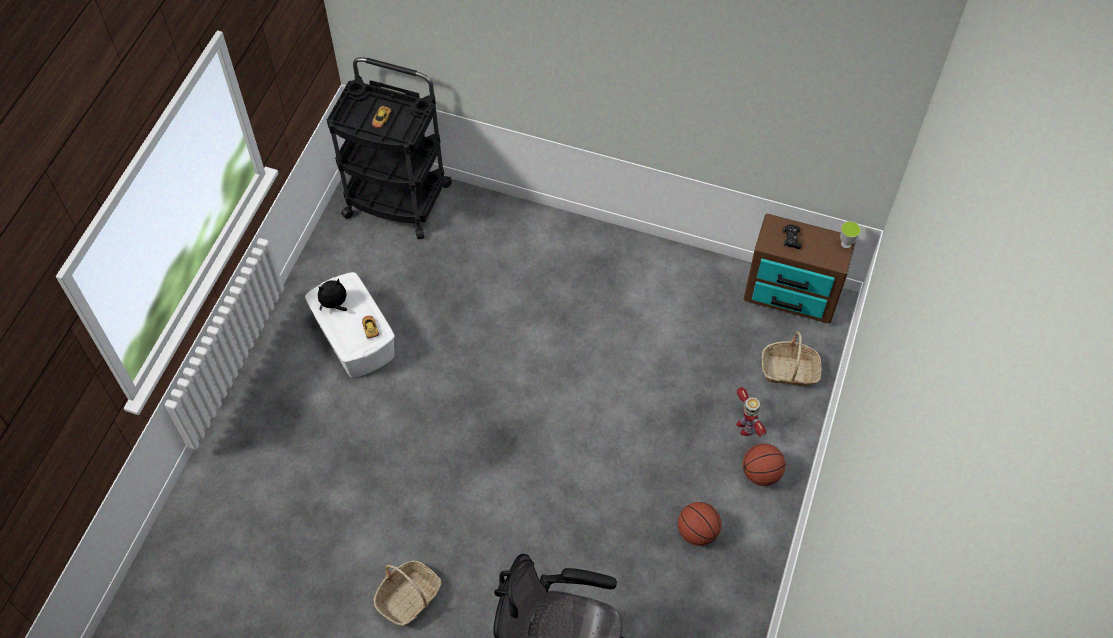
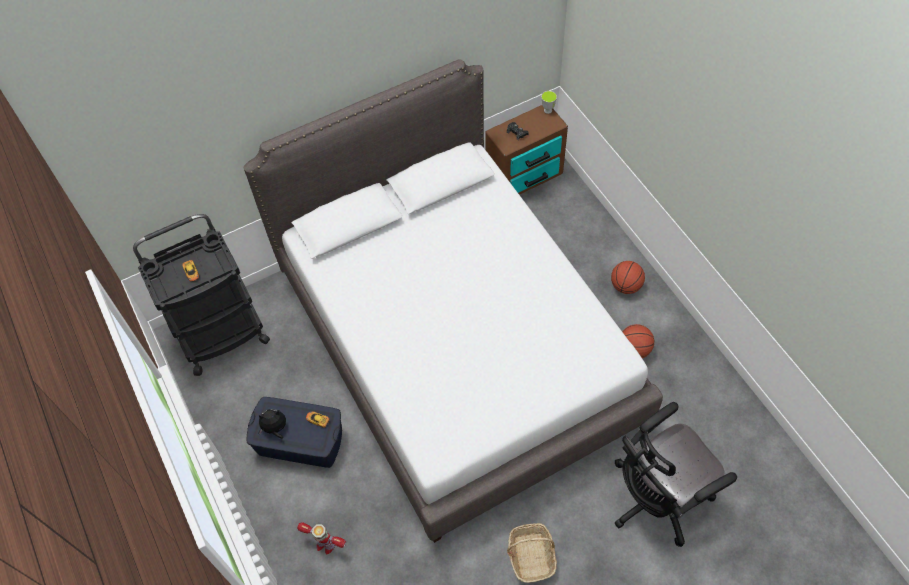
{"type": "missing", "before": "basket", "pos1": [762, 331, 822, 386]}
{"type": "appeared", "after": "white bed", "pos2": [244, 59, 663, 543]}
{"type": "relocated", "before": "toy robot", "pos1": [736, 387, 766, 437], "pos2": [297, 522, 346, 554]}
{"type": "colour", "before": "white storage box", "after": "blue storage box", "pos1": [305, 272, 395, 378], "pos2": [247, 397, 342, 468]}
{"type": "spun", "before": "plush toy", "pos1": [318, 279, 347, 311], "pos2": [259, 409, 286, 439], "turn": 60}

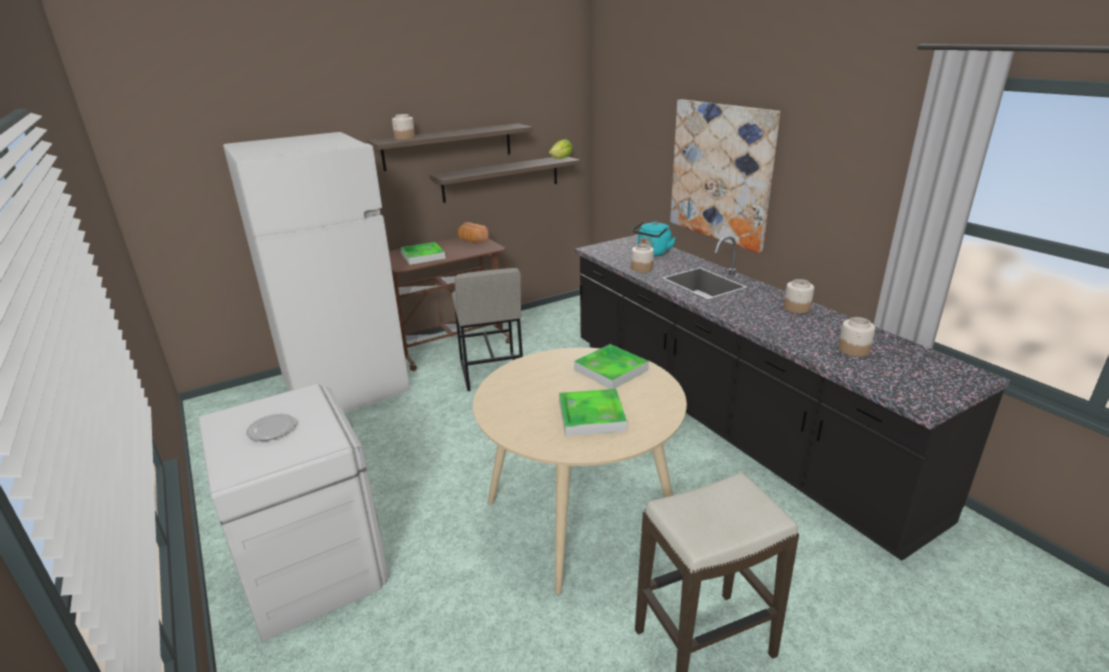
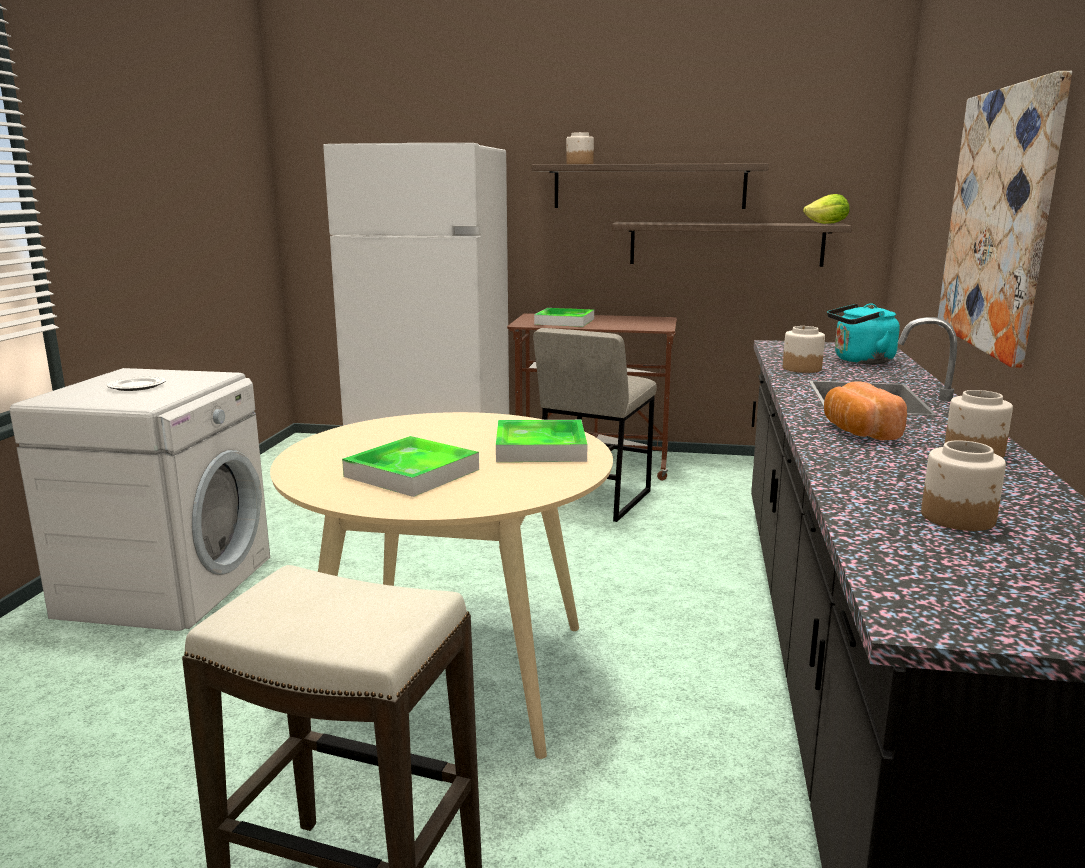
{"type": "relocated", "before": "bread", "pos1": [457, 222, 489, 242], "pos2": [824, 381, 907, 440]}

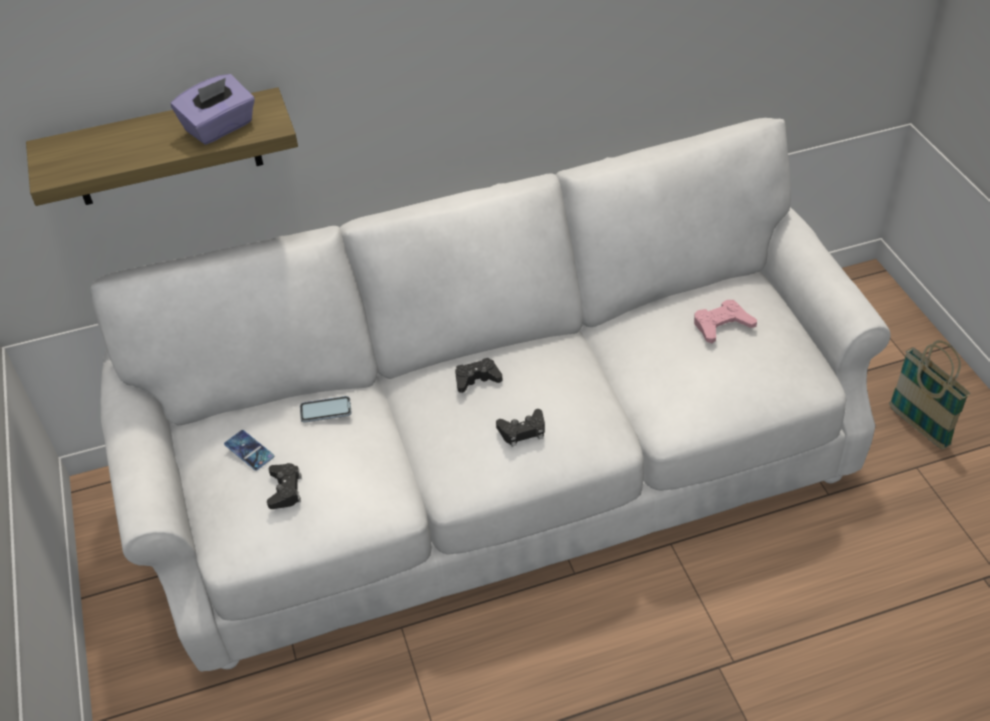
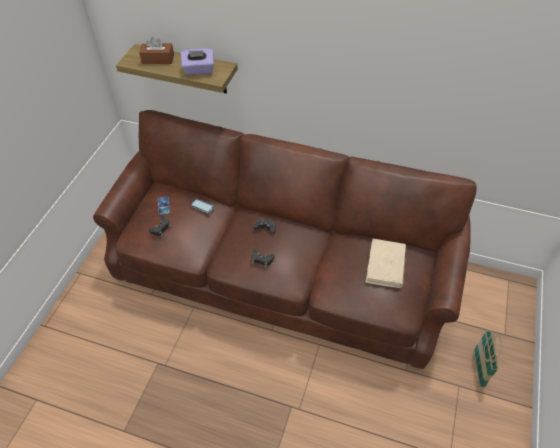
{"type": "appeared", "after": "brown tissue box", "pos2": [139, 37, 174, 64]}
{"type": "exchanged", "before": "pink game controller", "after": "beige book", "pos1": [694, 300, 757, 343], "pos2": [365, 239, 406, 288]}
{"type": "colour", "before": "white sofa", "after": "brown sofa", "pos1": [90, 118, 891, 672], "pos2": [93, 110, 477, 369]}

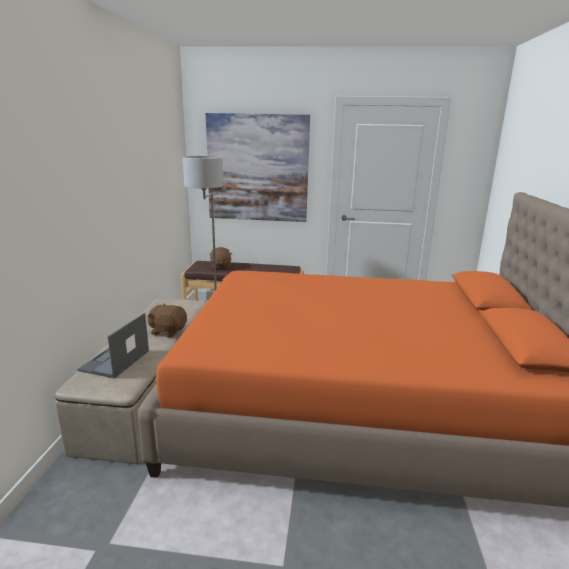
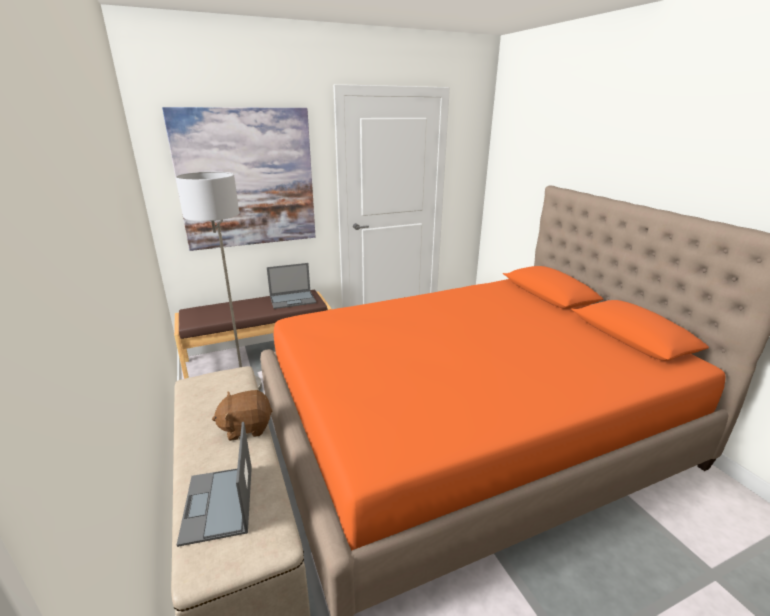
{"type": "missing", "before": "brown plush toy", "pos1": [209, 247, 232, 270]}
{"type": "appeared", "after": "laptop", "pos2": [267, 263, 316, 309]}

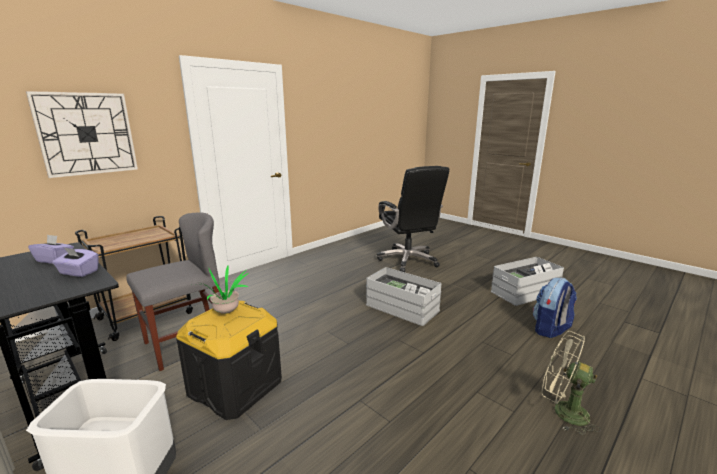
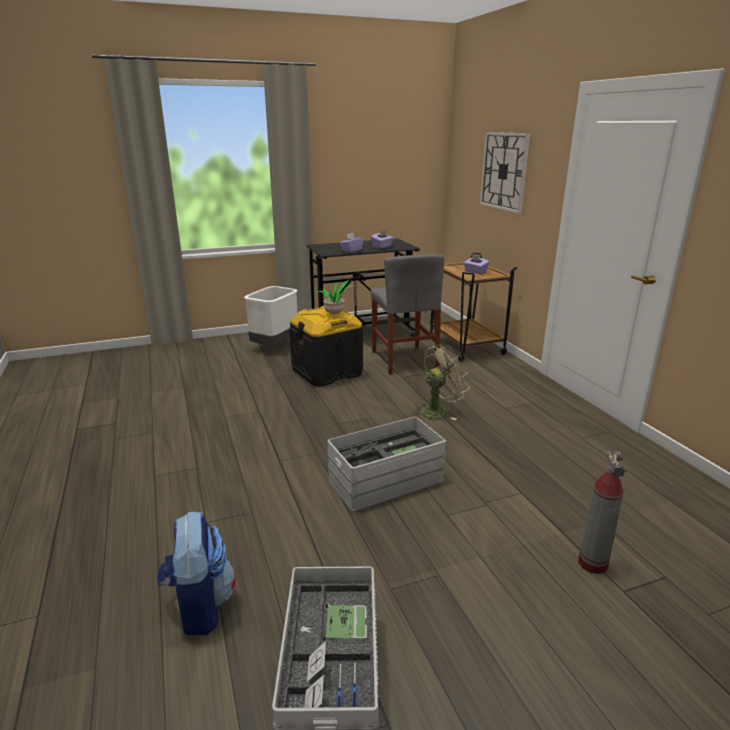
{"type": "appeared", "after": "purple tissue box", "pos2": [463, 255, 489, 274]}
{"type": "relocated", "before": "beige fan", "pos1": [541, 331, 601, 435], "pos2": [412, 345, 470, 420]}
{"type": "exchanged", "before": "black office chair", "after": "fire extinguisher", "pos1": [377, 166, 449, 272], "pos2": [578, 451, 626, 574]}

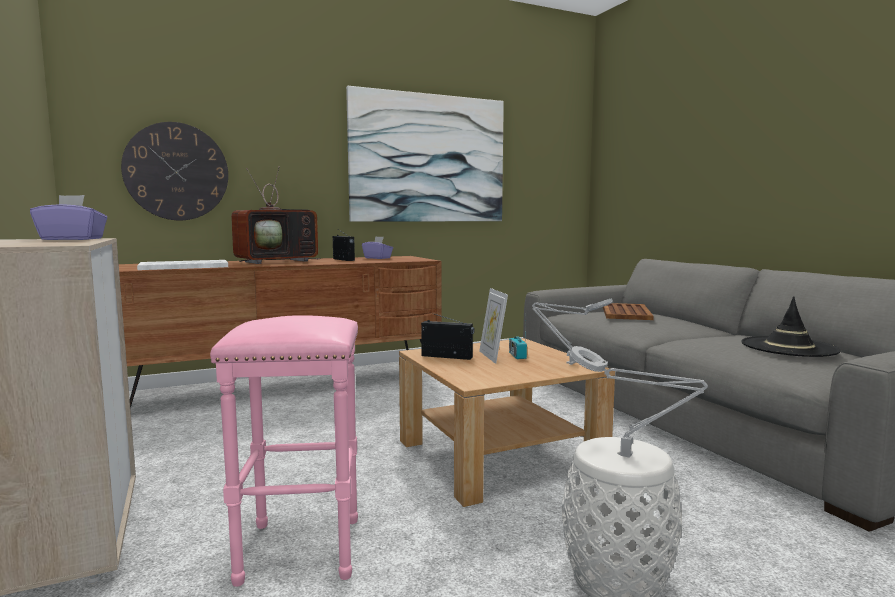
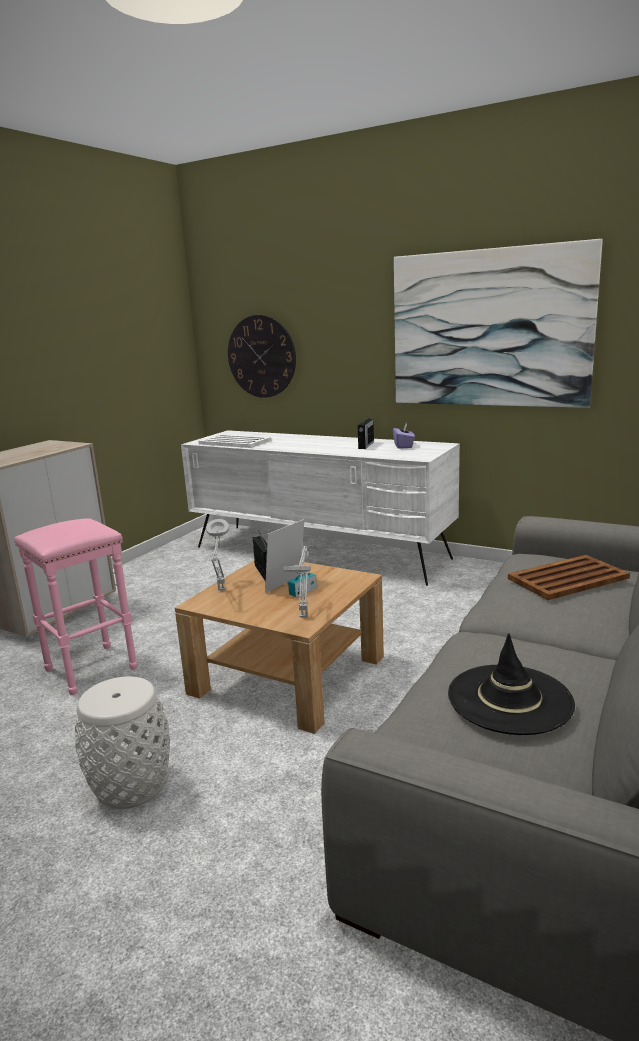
{"type": "missing", "before": "purple tissue box", "pos1": [30, 195, 107, 240]}
{"type": "missing", "before": "television", "pos1": [231, 166, 320, 264]}
{"type": "relocated", "before": "grey table lamp", "pos1": [570, 346, 708, 458], "pos2": [206, 519, 229, 591]}
{"type": "colour", "before": "brown tv stand", "after": "white tv stand", "pos1": [119, 256, 441, 408], "pos2": [181, 430, 460, 586]}

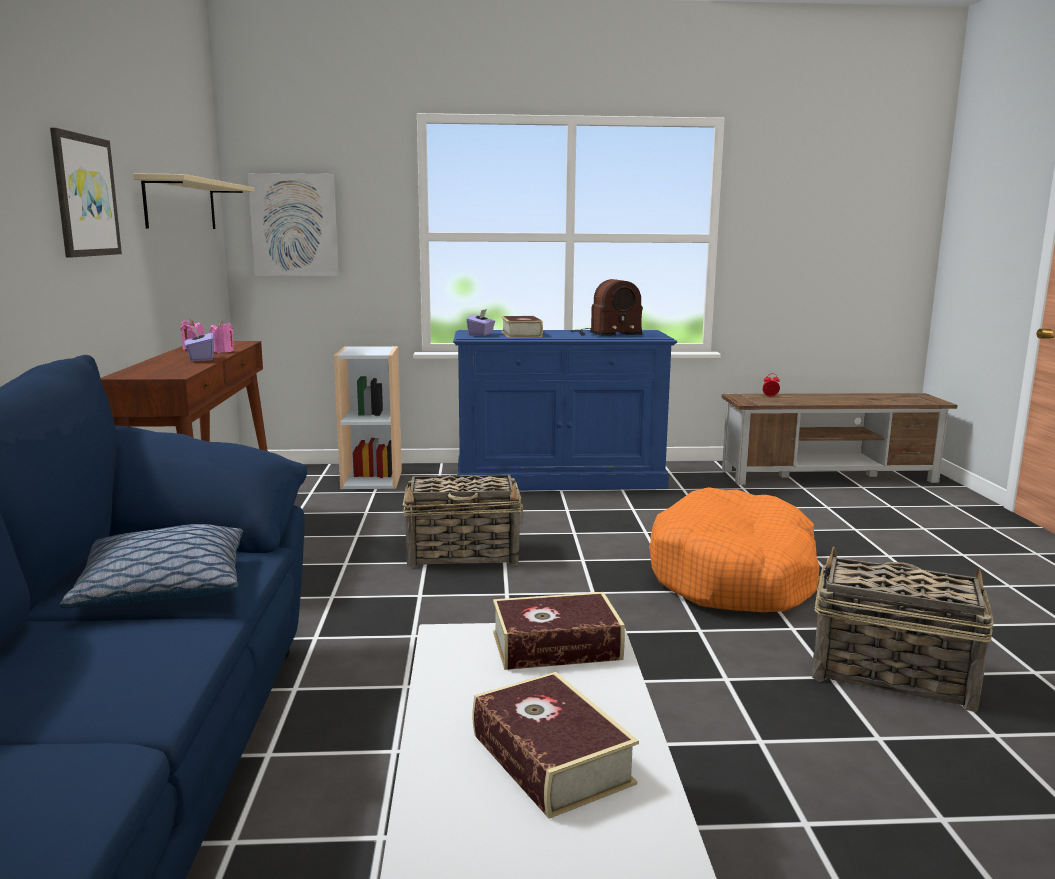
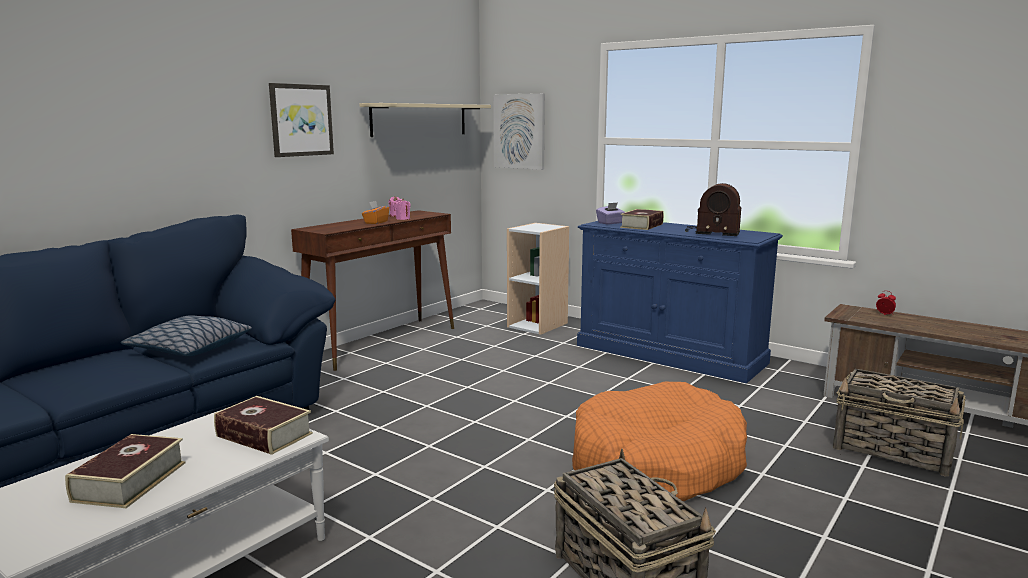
{"type": "relocated", "before": "basket", "pos1": [403, 474, 523, 568], "pos2": [833, 369, 966, 477]}
{"type": "colour", "before": "purple tissue box", "after": "orange tissue box", "pos1": [185, 326, 214, 361], "pos2": [362, 201, 389, 224]}

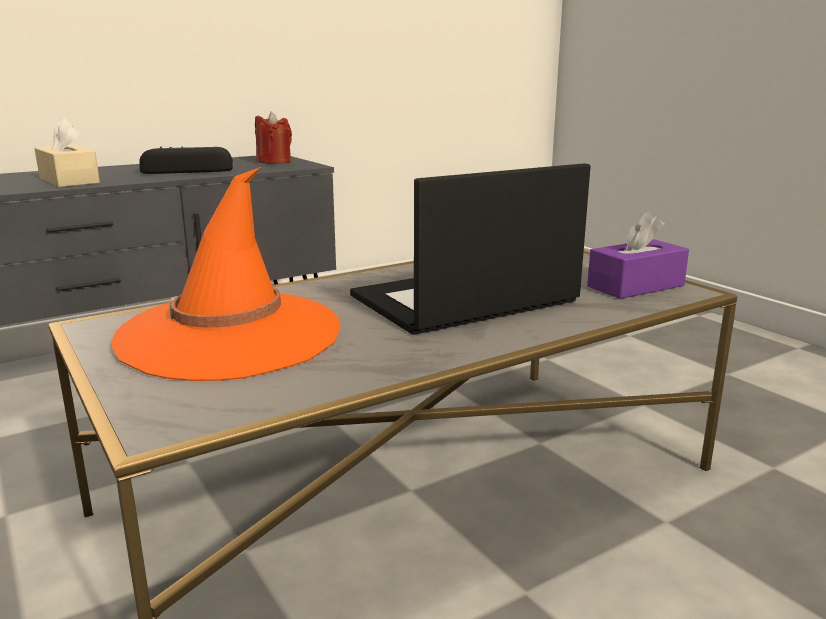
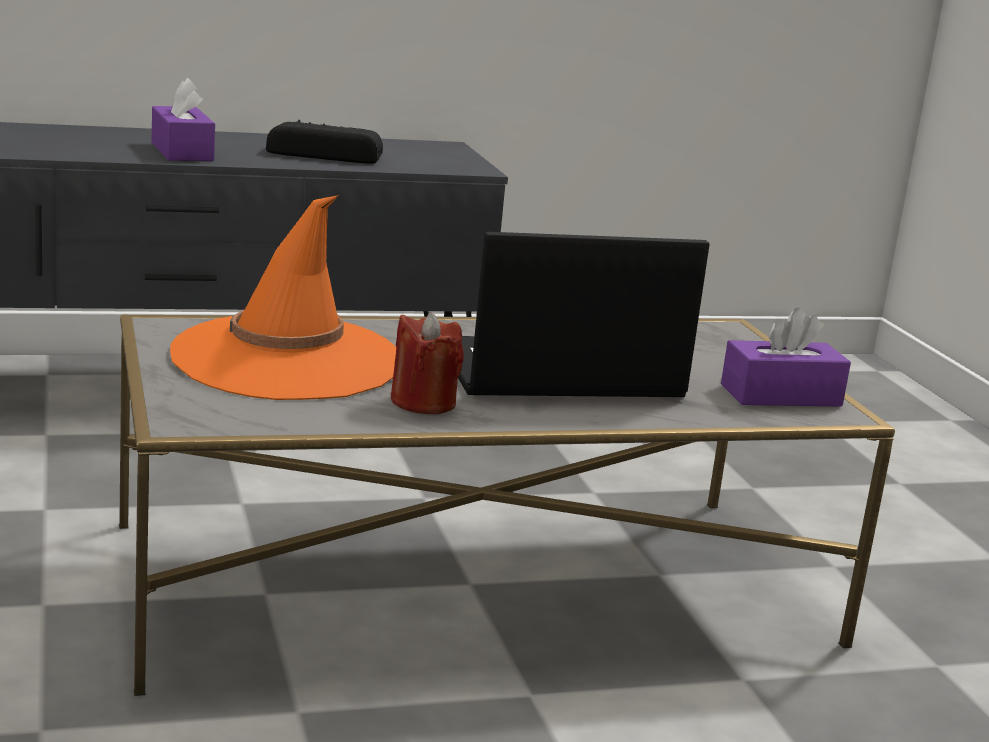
{"type": "relocated", "before": "red candle", "pos1": [255, 111, 292, 164], "pos2": [391, 312, 464, 414]}
{"type": "colour", "before": "beige tissue box", "after": "purple tissue box", "pos1": [34, 117, 100, 187], "pos2": [152, 78, 215, 161]}

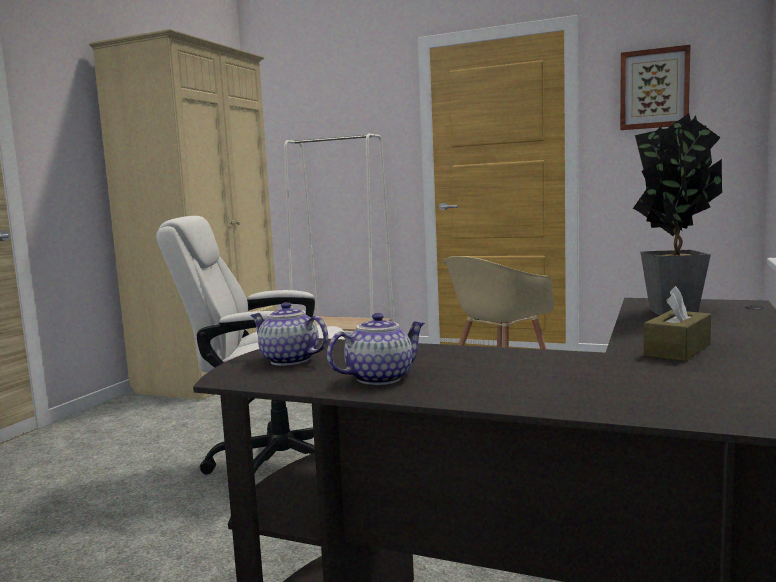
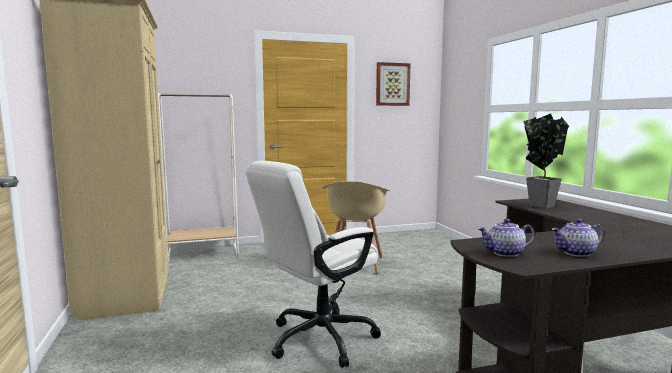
{"type": "missing", "before": "brown tissue box", "pos1": [643, 286, 711, 361]}
{"type": "spun", "before": "teapot", "pos1": [327, 313, 425, 385], "pos2": [551, 219, 604, 257], "turn": -120}

